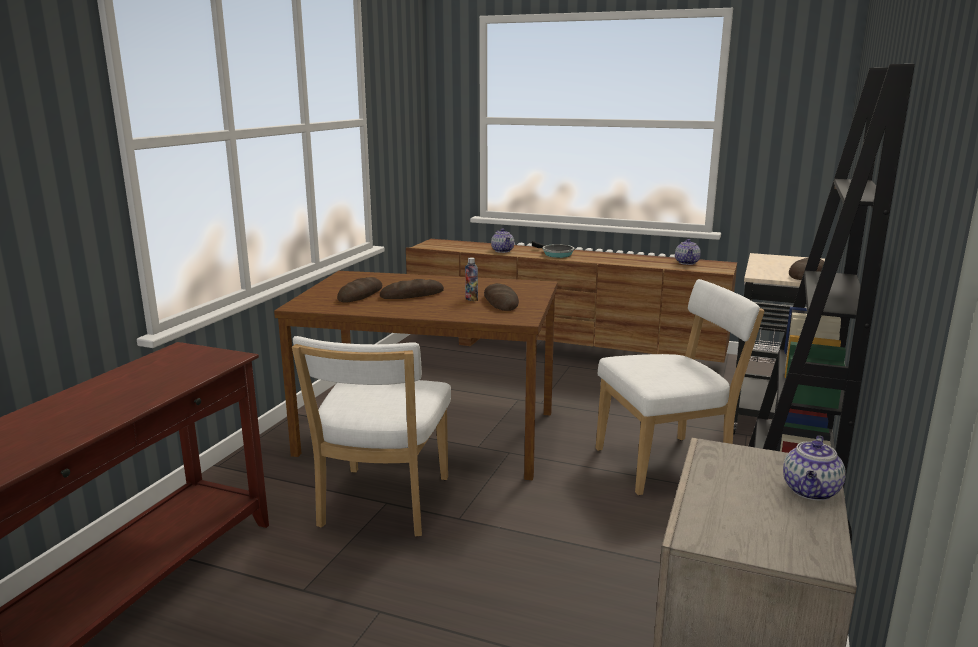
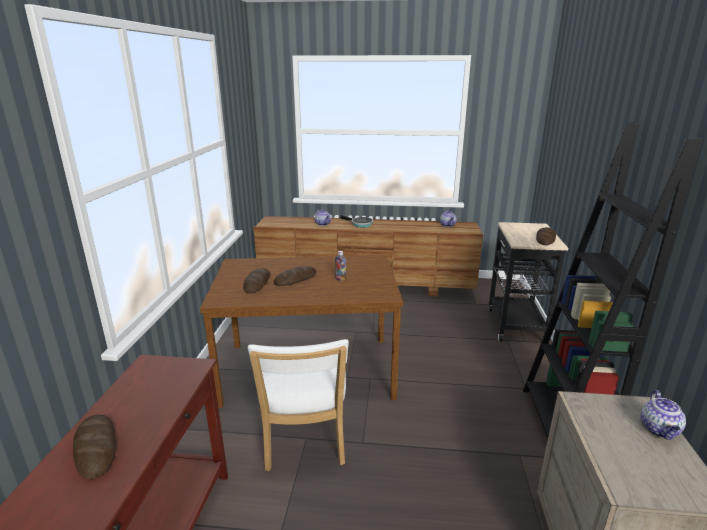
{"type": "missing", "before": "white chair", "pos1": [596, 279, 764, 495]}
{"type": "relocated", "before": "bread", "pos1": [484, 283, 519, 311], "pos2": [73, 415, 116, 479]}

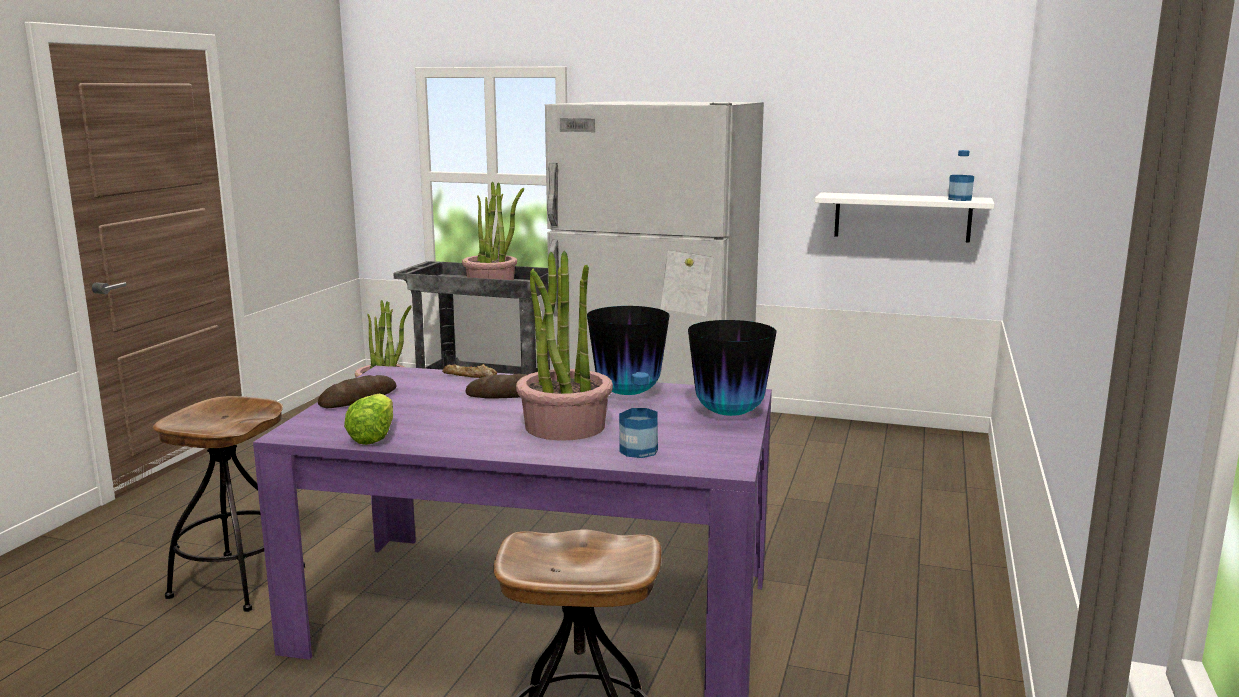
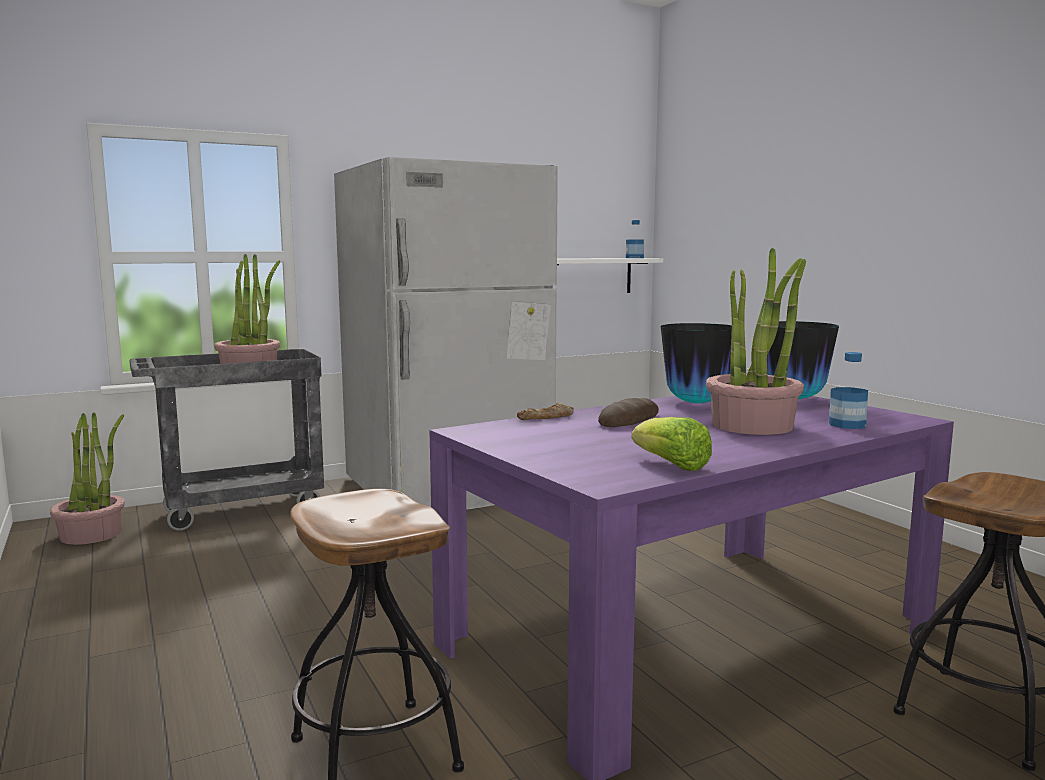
{"type": "missing", "before": "bread", "pos1": [318, 375, 396, 408]}

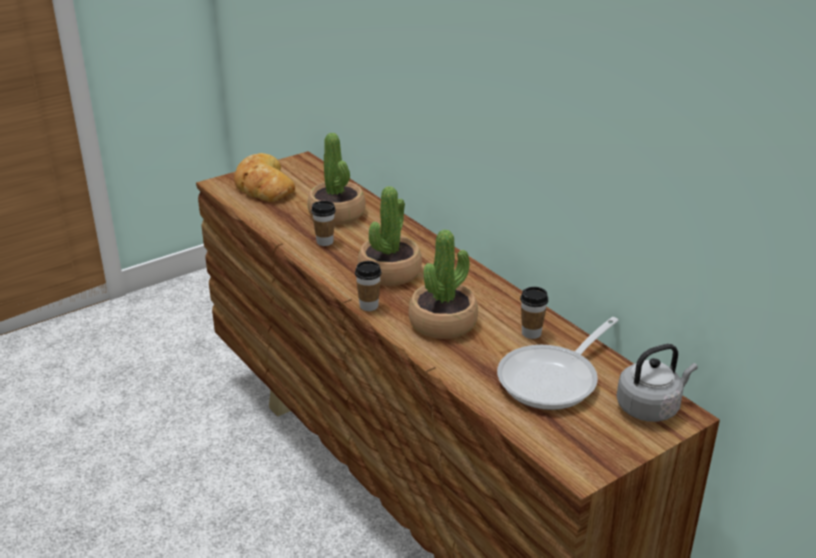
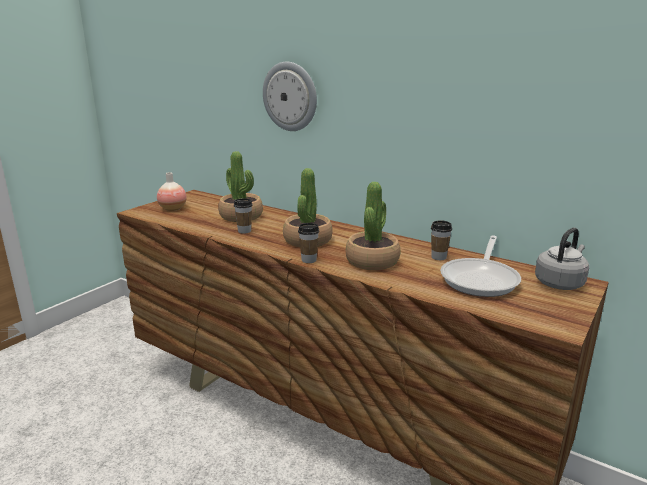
{"type": "appeared", "after": "wall clock", "pos2": [263, 62, 317, 131]}
{"type": "exchanged", "before": "bread", "after": "vase", "pos1": [234, 153, 295, 202], "pos2": [157, 172, 187, 211]}

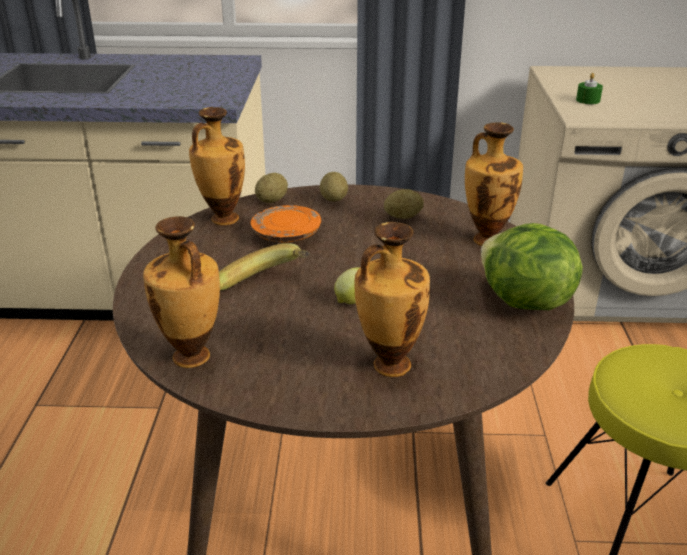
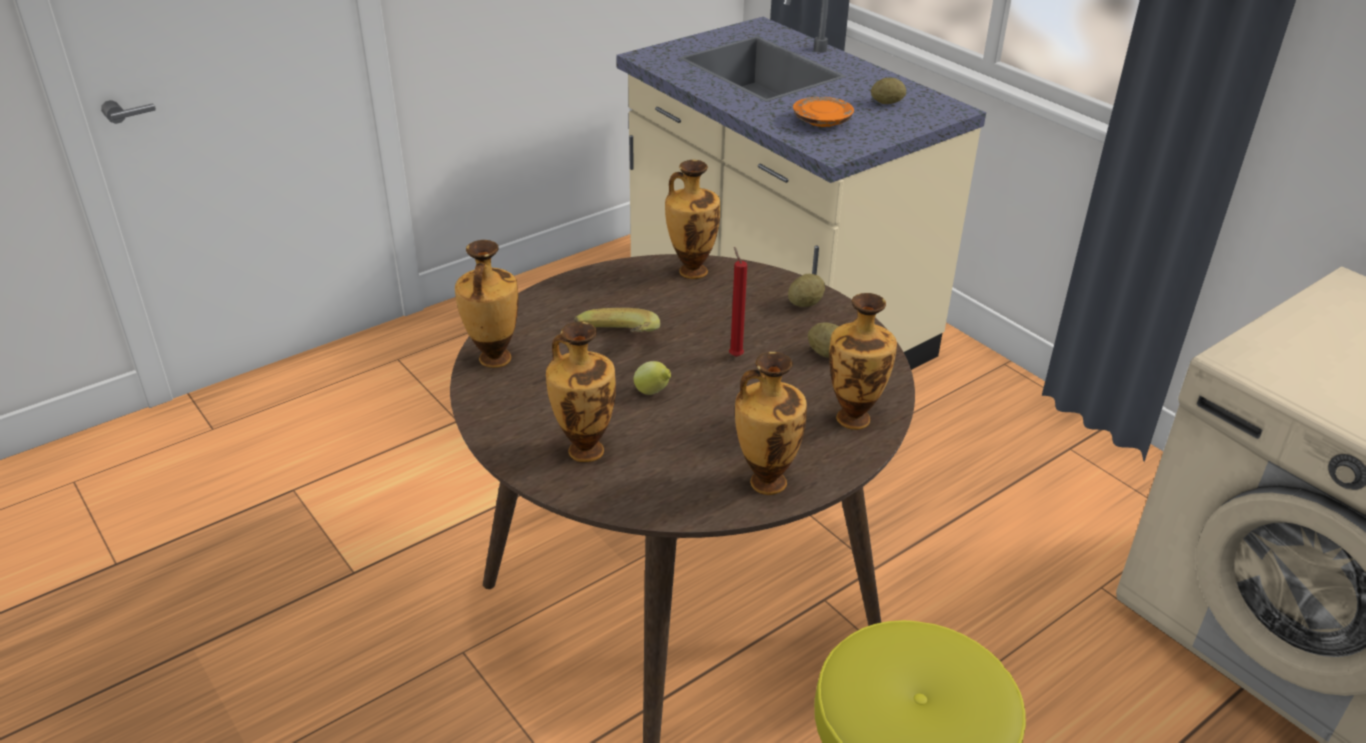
{"type": "missing", "before": "green candle", "pos1": [576, 73, 603, 104]}
{"type": "appeared", "after": "red candle", "pos2": [729, 247, 747, 357]}
{"type": "relocated", "before": "orange plate", "pos1": [251, 205, 321, 243], "pos2": [793, 97, 854, 127]}
{"type": "relocated", "before": "potato", "pos1": [255, 173, 288, 203], "pos2": [871, 78, 906, 104]}
{"type": "exchanged", "before": "lettuce", "after": "vase", "pos1": [481, 223, 583, 310], "pos2": [735, 352, 807, 495]}

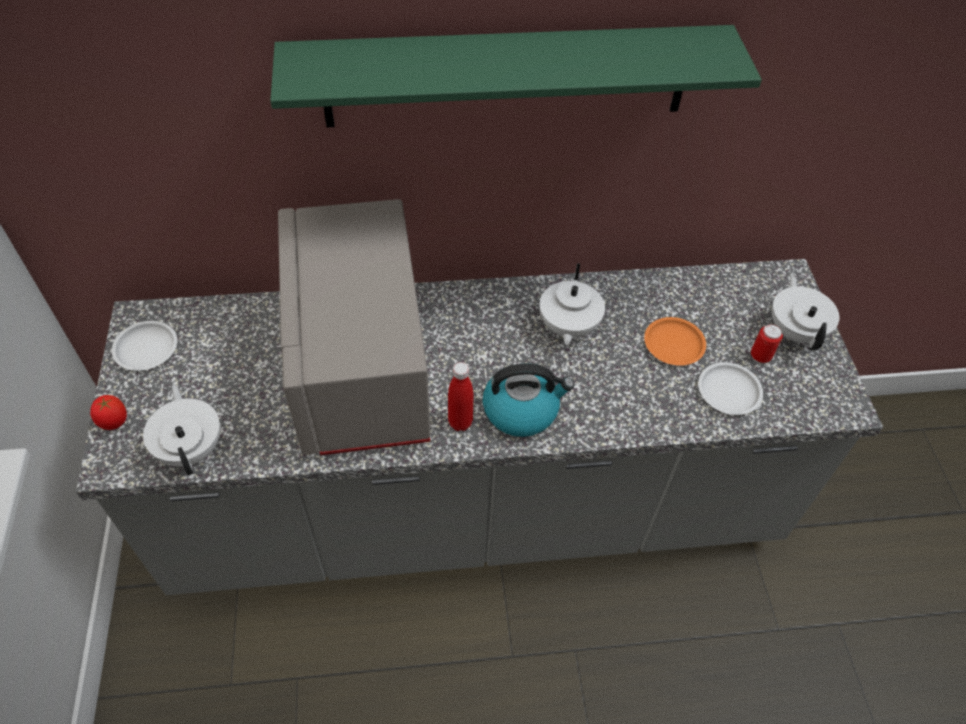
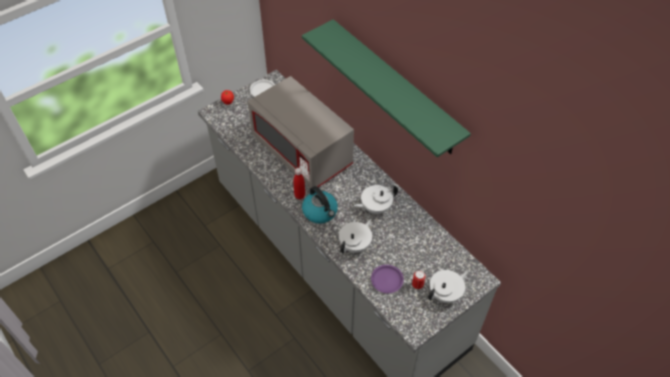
{"type": "missing", "before": "orange plate", "pos1": [644, 317, 706, 366]}
{"type": "relocated", "before": "white teapot", "pos1": [143, 384, 220, 475], "pos2": [339, 219, 372, 253]}
{"type": "colour", "before": "white plate", "after": "purple plate", "pos1": [698, 362, 763, 415], "pos2": [371, 265, 404, 293]}
{"type": "spun", "before": "grey microwave", "pos1": [278, 199, 431, 455], "pos2": [248, 76, 354, 188], "turn": -90}

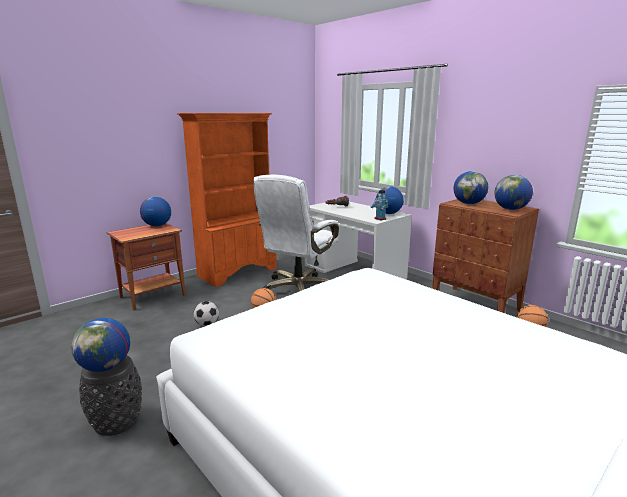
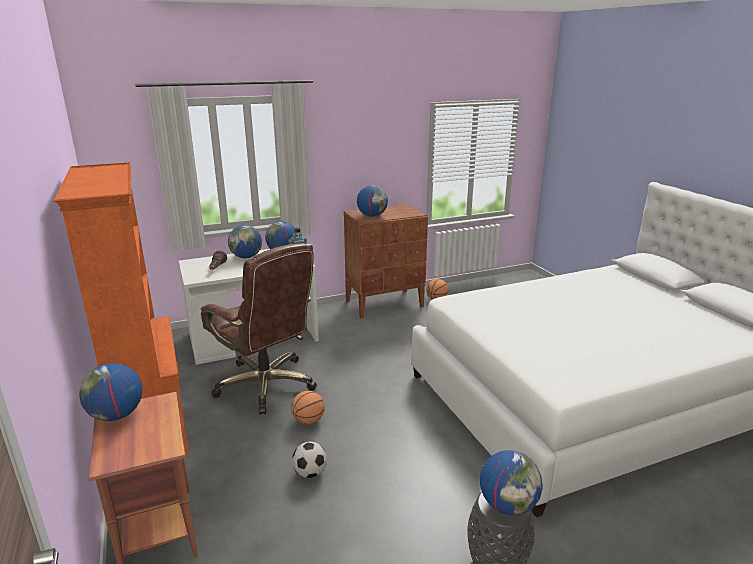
{"type": "relocated", "before": "globe", "pos1": [494, 175, 533, 210], "pos2": [228, 225, 262, 258]}
{"type": "colour", "before": "white office chair", "after": "brown office chair", "pos1": [253, 175, 339, 291], "pos2": [201, 243, 317, 415]}

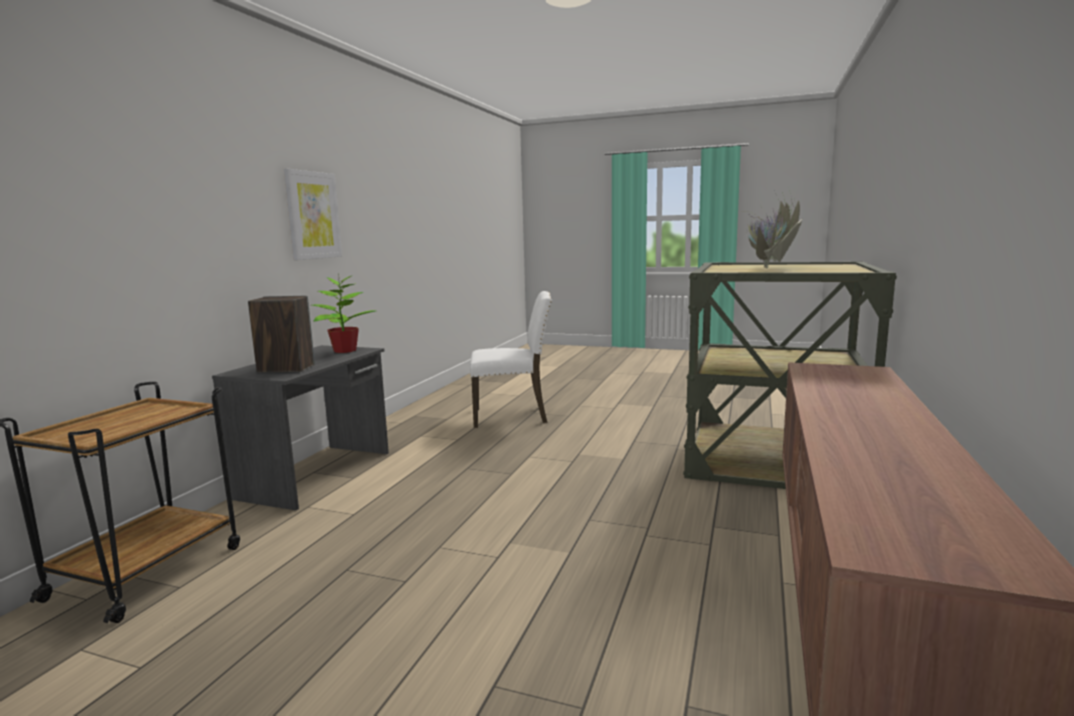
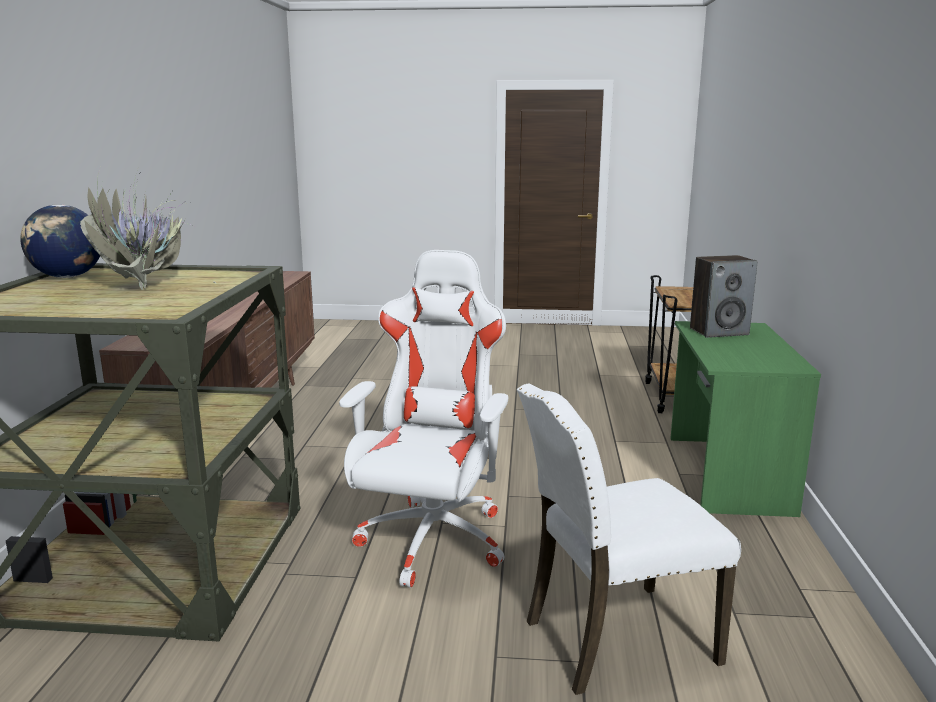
{"type": "missing", "before": "picture", "pos1": [284, 169, 342, 260]}
{"type": "missing", "before": "potted plant", "pos1": [312, 272, 375, 353]}
{"type": "appeared", "after": "globe", "pos2": [20, 204, 100, 278]}
{"type": "appeared", "after": "white office chair", "pos2": [339, 250, 508, 588]}
{"type": "colour", "before": "grey desk", "after": "green desk", "pos1": [212, 345, 389, 511], "pos2": [670, 321, 821, 517]}

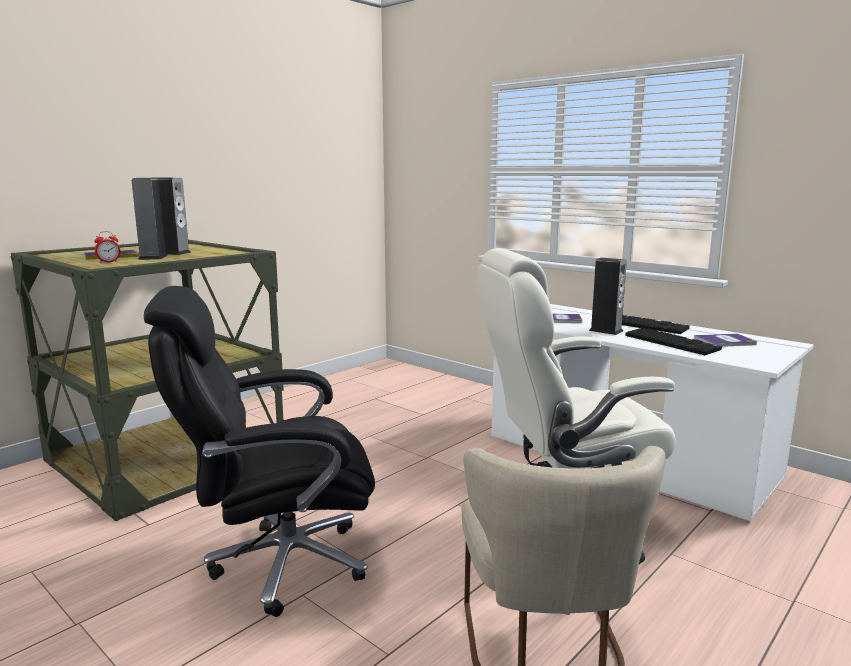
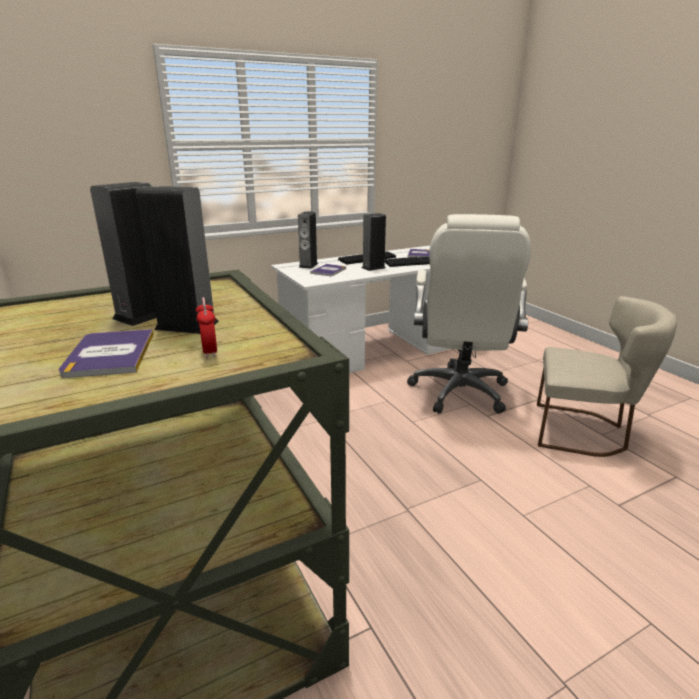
{"type": "missing", "before": "black office chair", "pos1": [144, 286, 375, 617]}
{"type": "appeared", "after": "speaker", "pos2": [298, 211, 318, 269]}

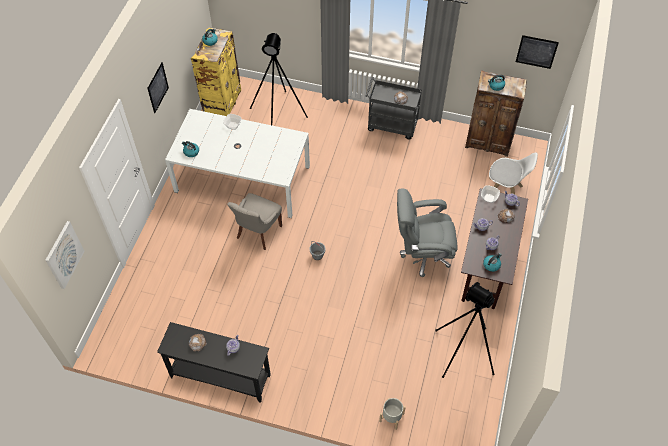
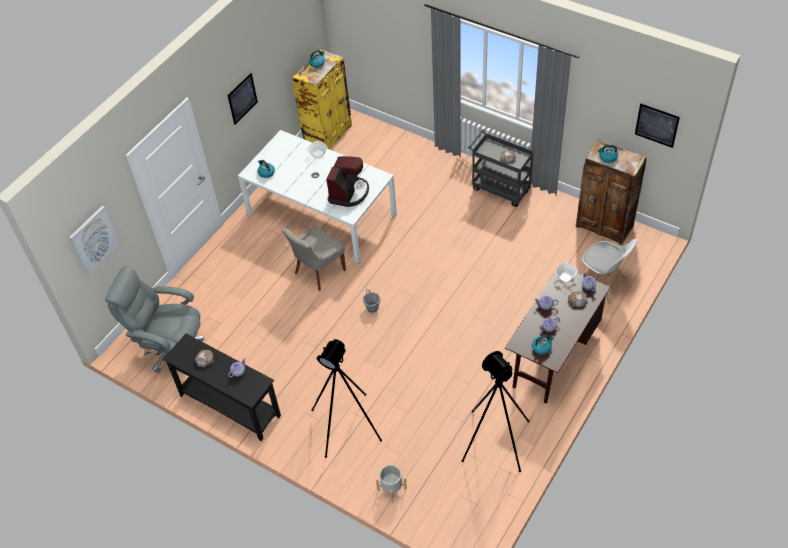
{"type": "appeared", "after": "coffee machine", "pos2": [326, 156, 369, 207]}
{"type": "relocated", "before": "black floor lamp", "pos1": [250, 33, 308, 125], "pos2": [311, 339, 382, 458]}
{"type": "relocated", "before": "grey office chair", "pos1": [397, 189, 457, 277], "pos2": [105, 266, 204, 373]}

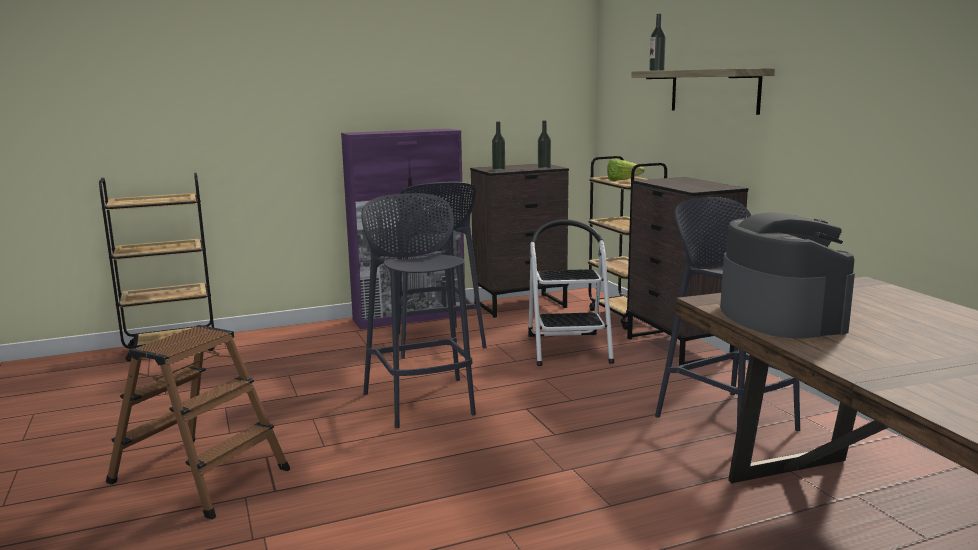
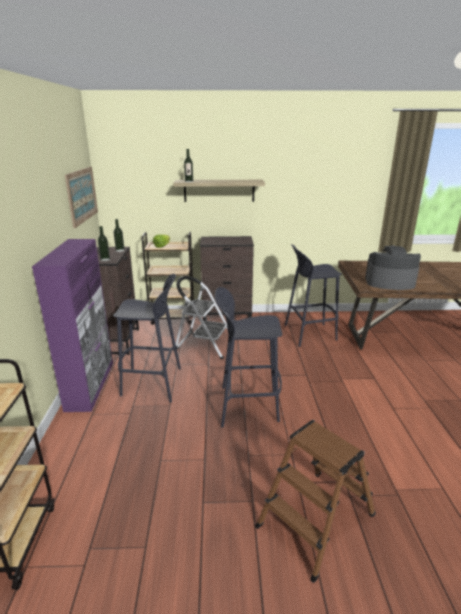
{"type": "appeared", "after": "picture", "pos2": [65, 167, 98, 228]}

